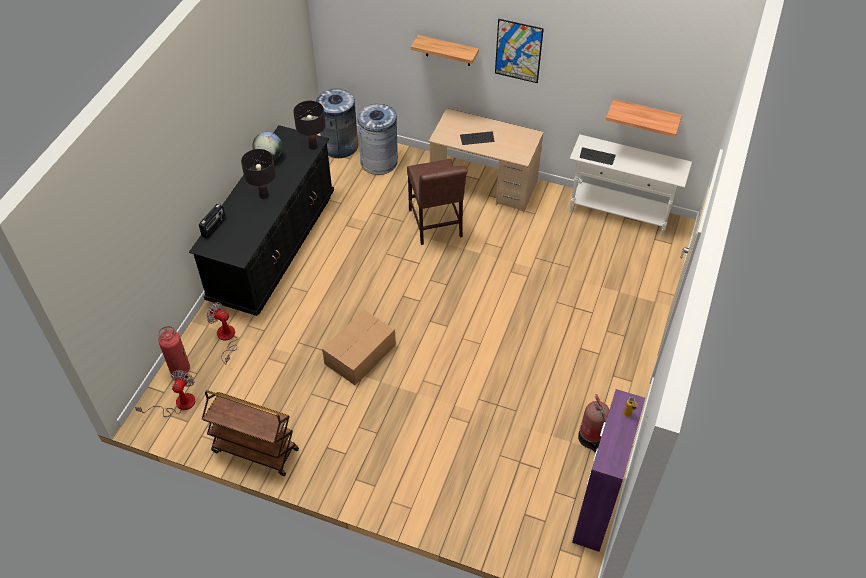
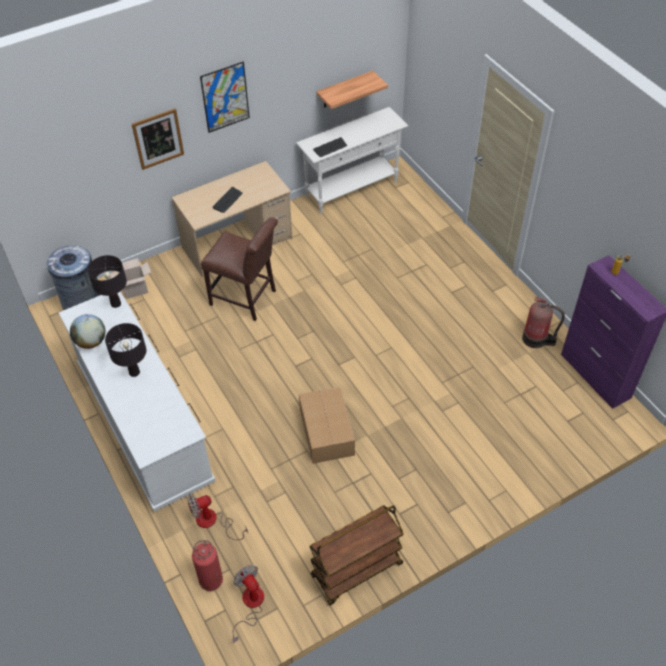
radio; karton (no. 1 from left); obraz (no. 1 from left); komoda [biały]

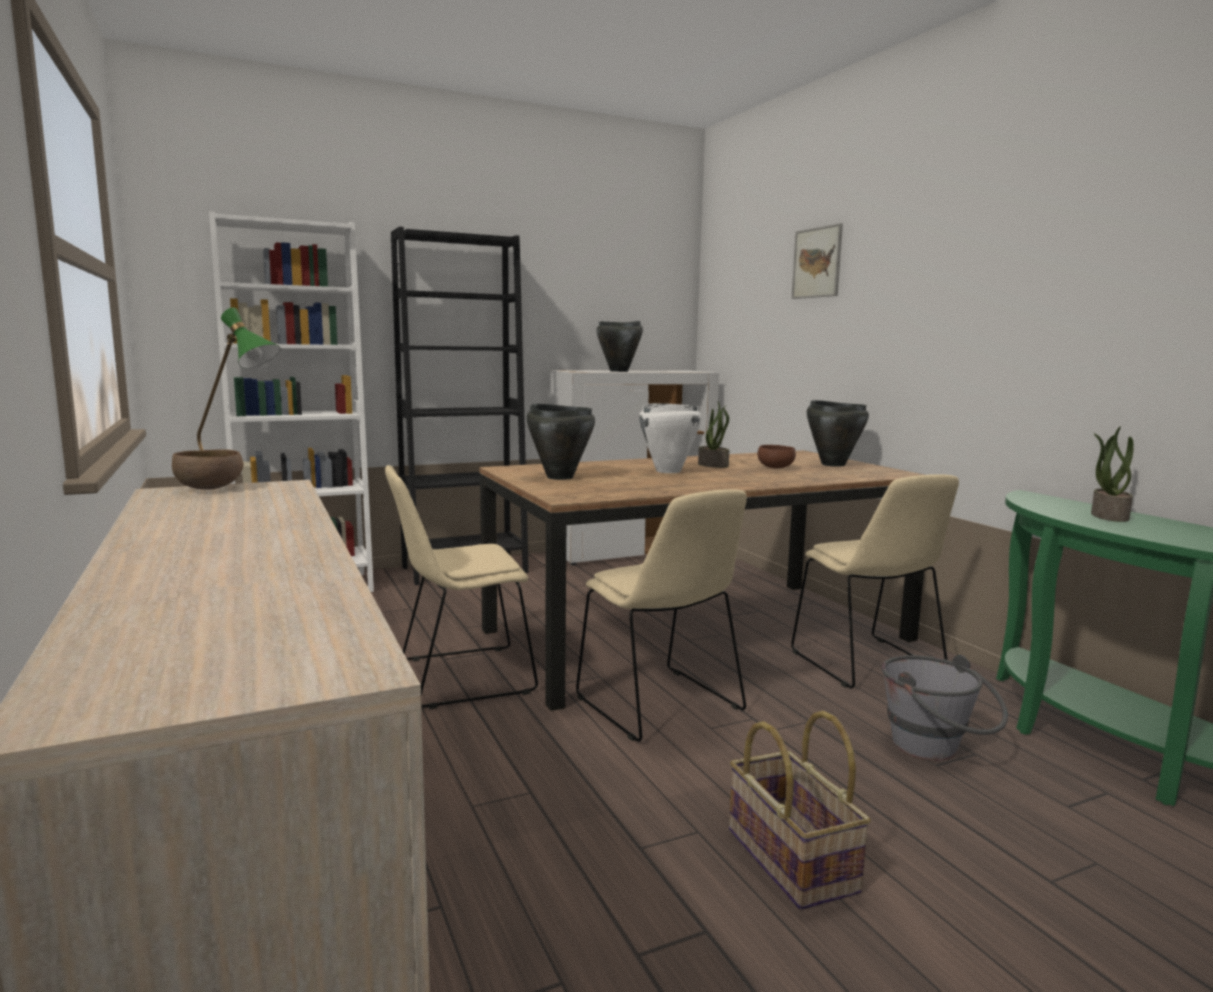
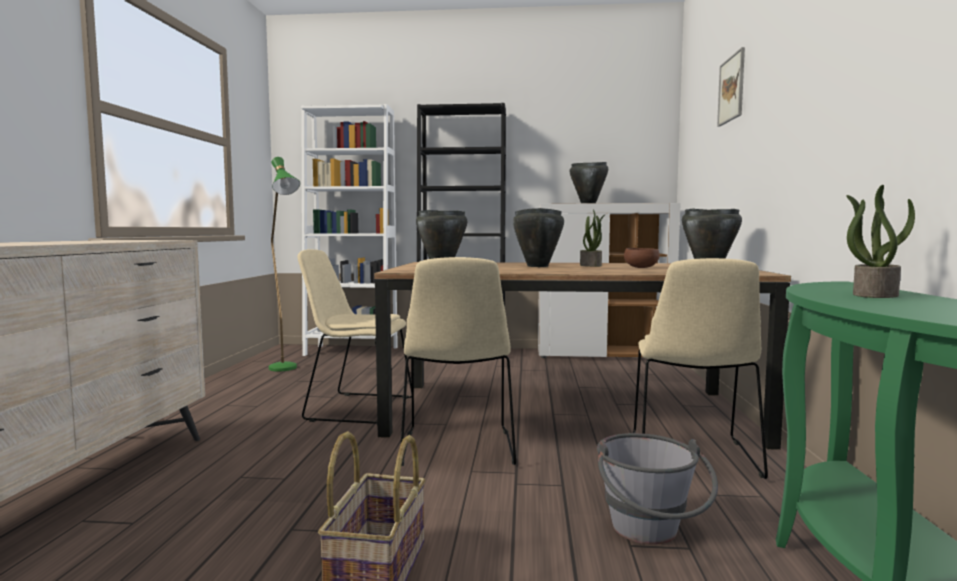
miska [brązowy] (no. 1 from left in the first image); garnek [czarny] (no. 2 from left)

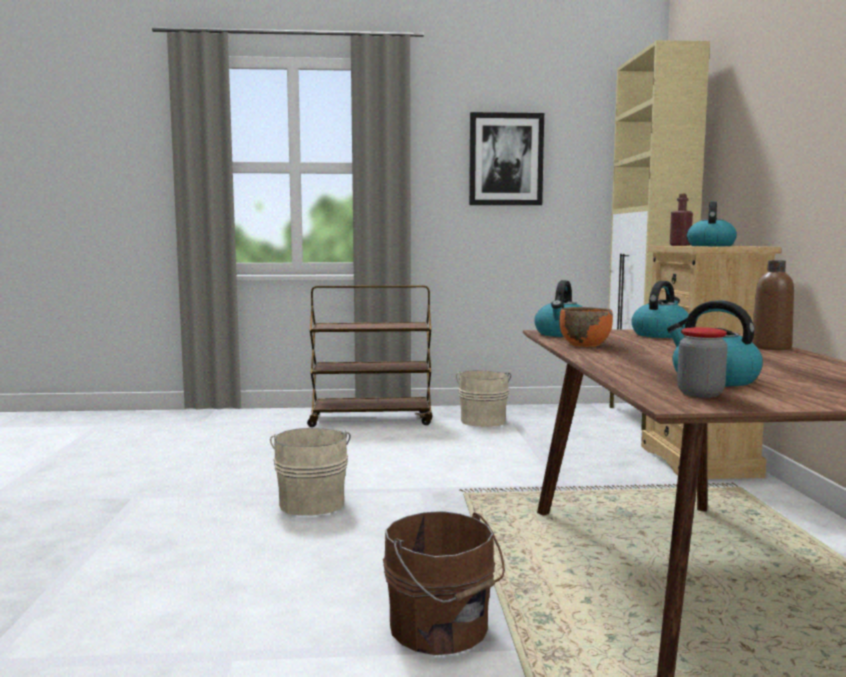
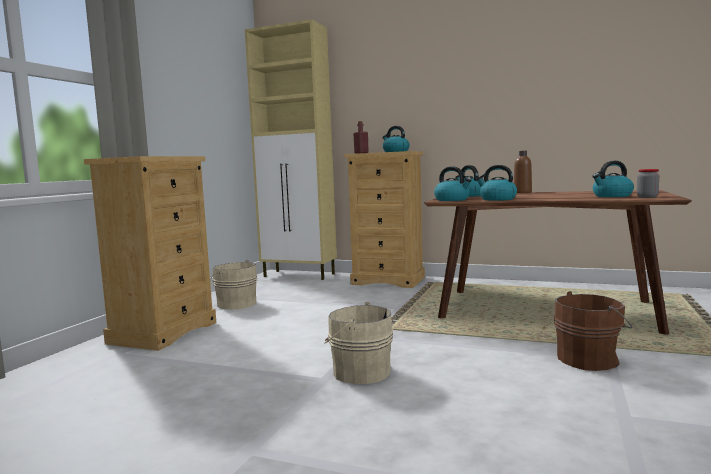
obraz; komoda [beżowy] (no. 1 from left); czajnik (no. 4 from left)

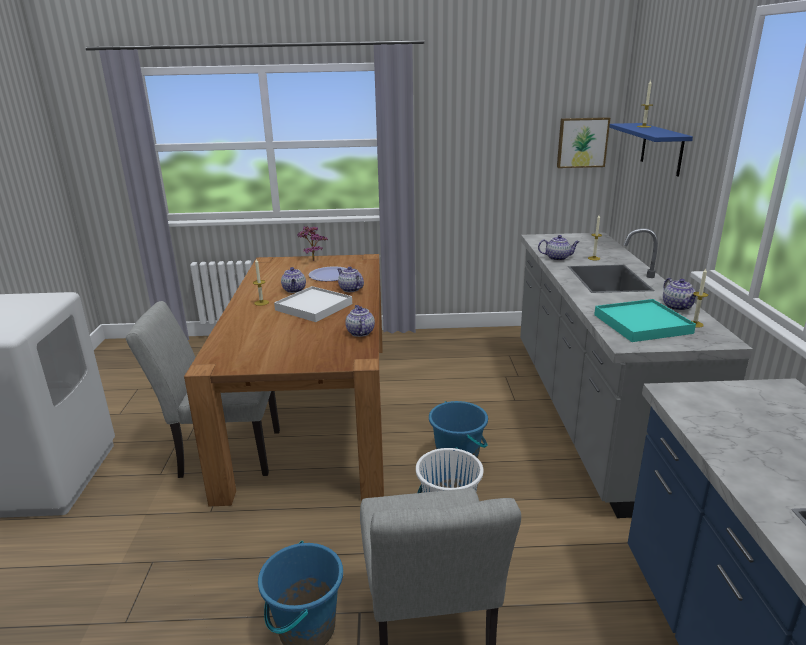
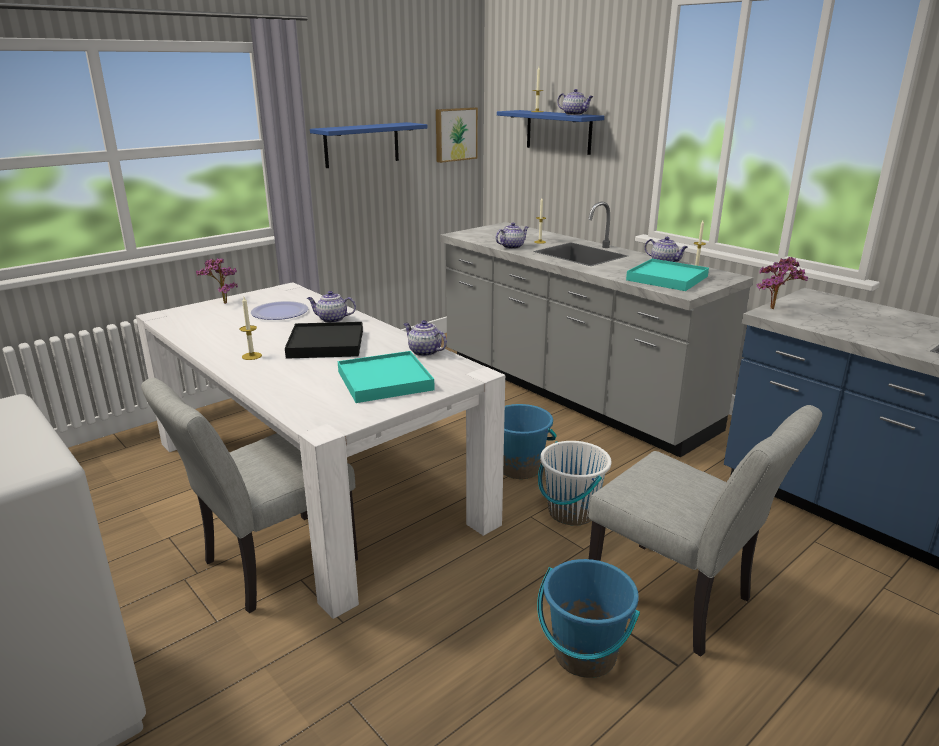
półka [niebieski] (no. 1 from left); taca [turkusowy] (no. 1 from left); roślina doniczkowa (no. 2 from left); imbryk (no. 4 from left); stół jadalny [biały]; taca [czarny]

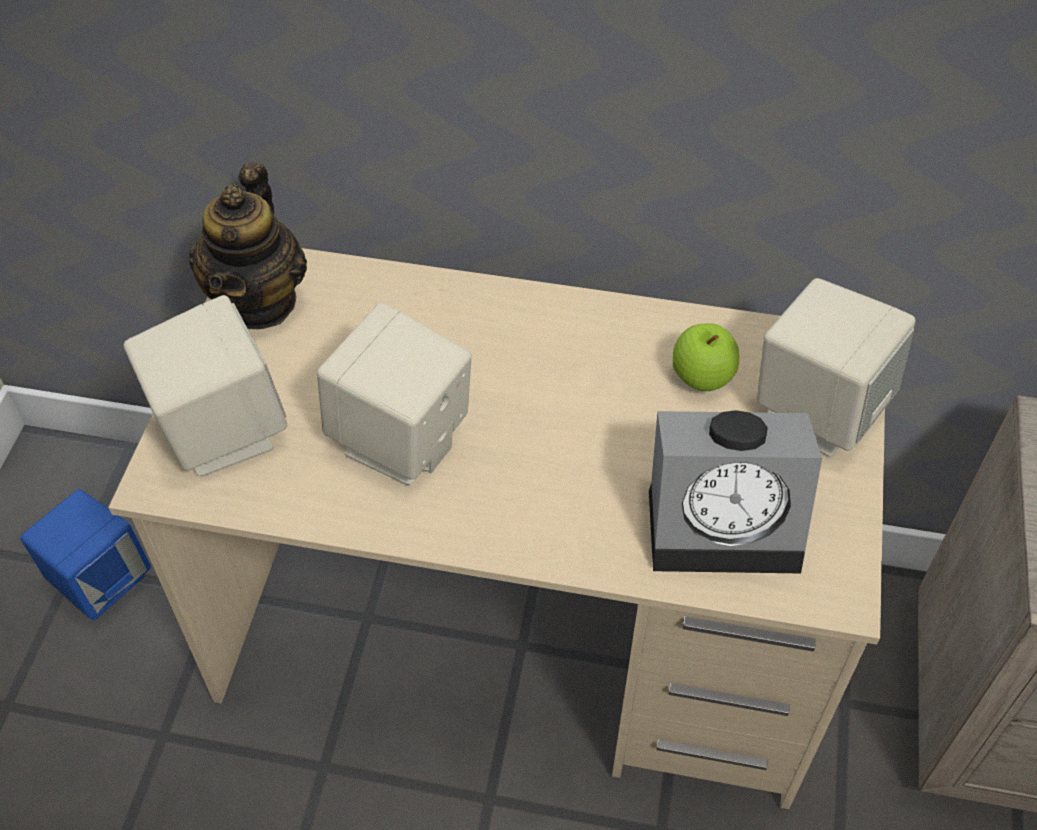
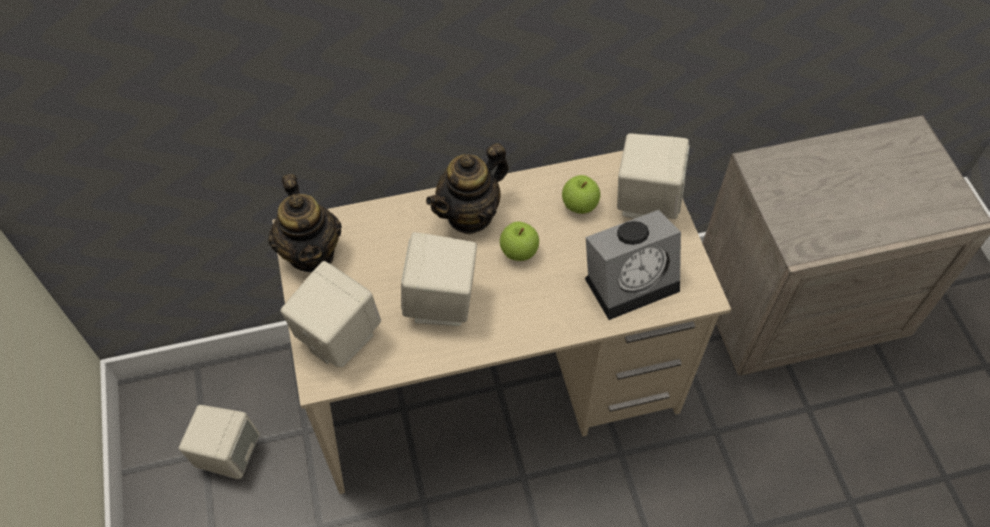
imbryk (no. 2 from left); jabłko (no. 1 from left); głośnik [beżowy] (no. 1 from left)

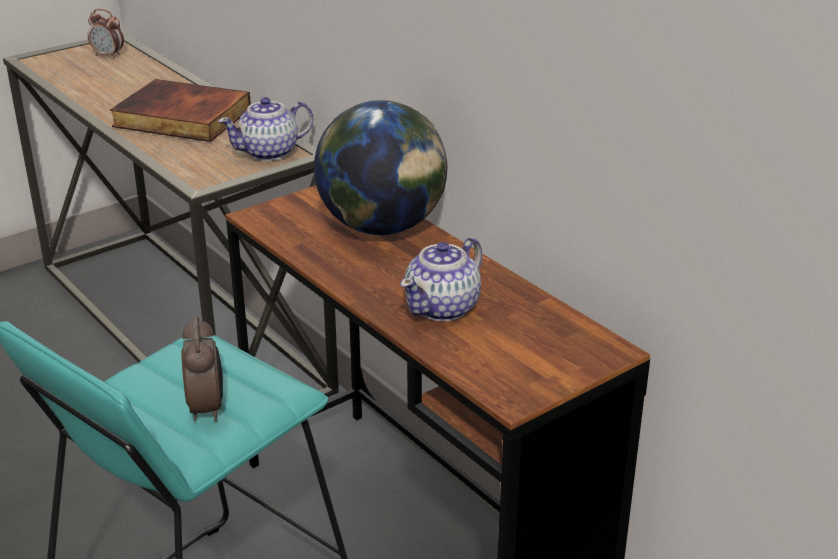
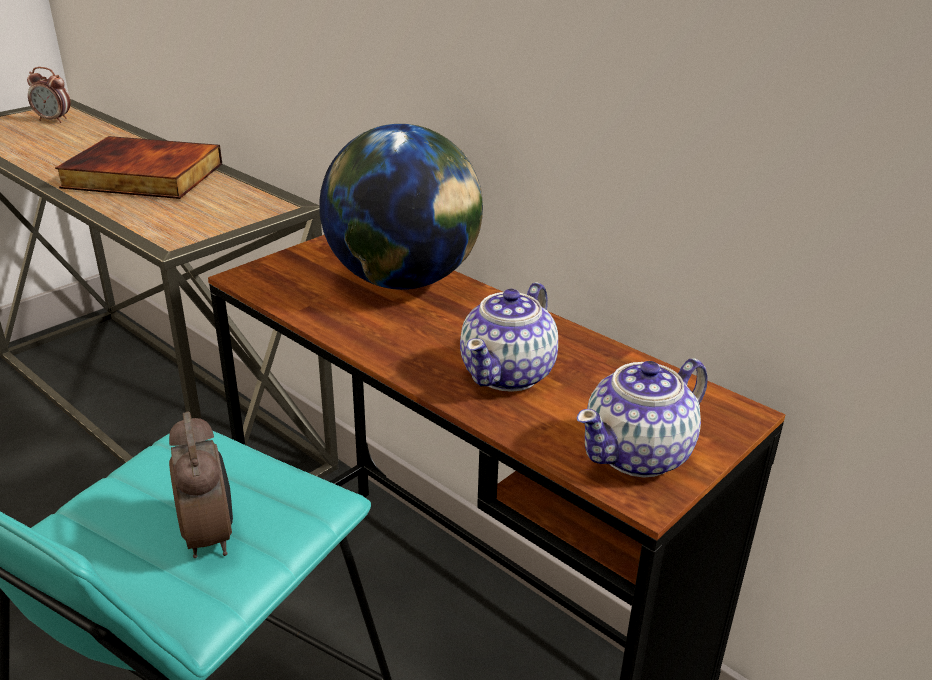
imbryk (no. 2 from left)

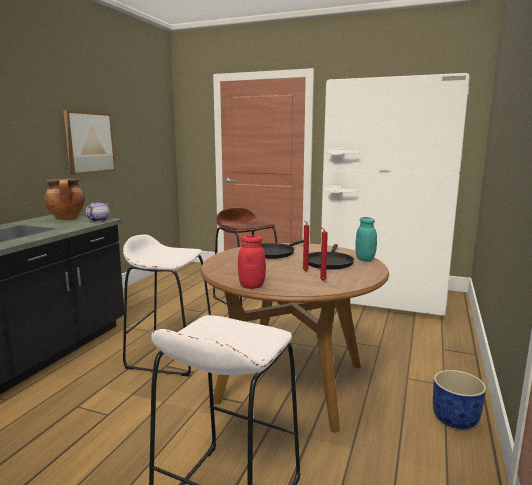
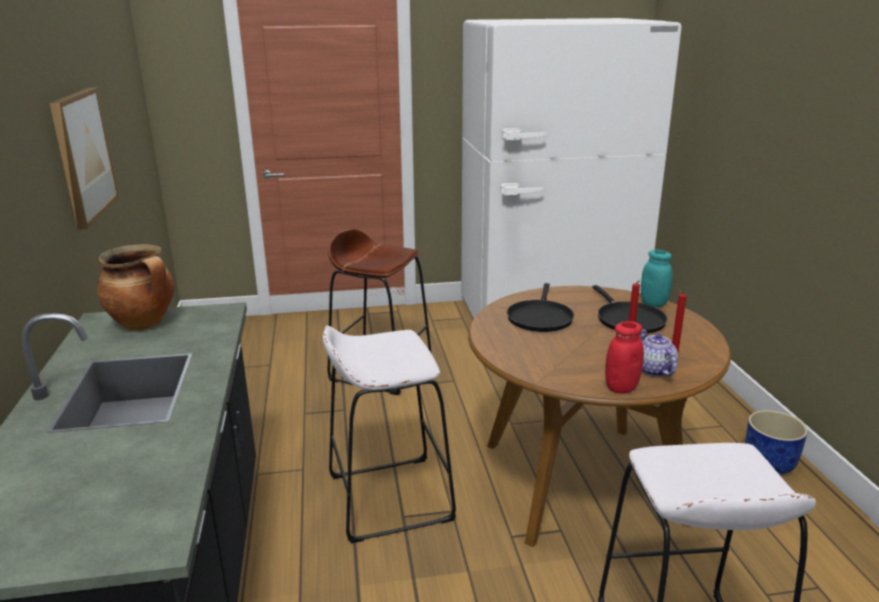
imbryk

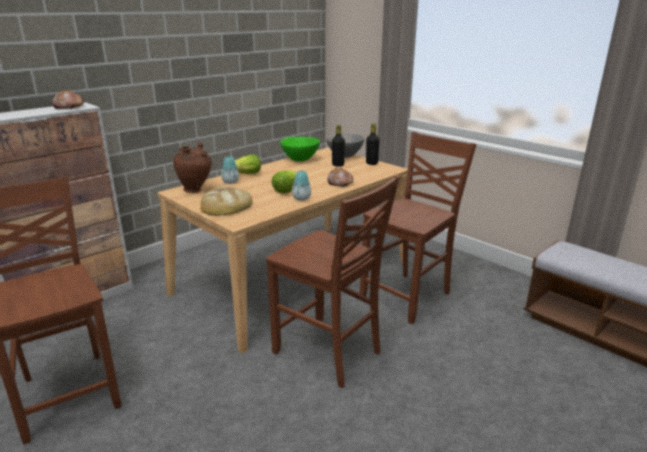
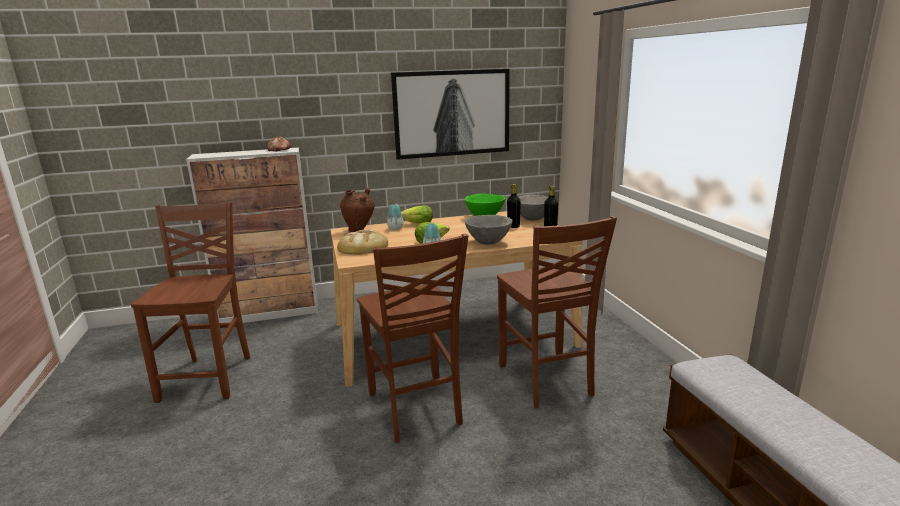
obraz; miska [szary] (no. 1 from left); krzesło [brązowy] (no. 3 from left)

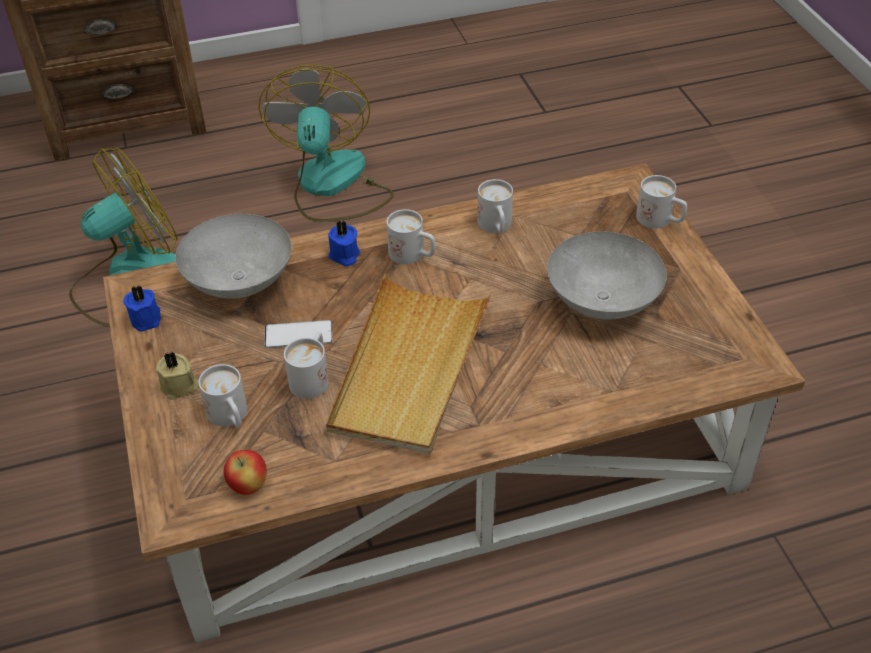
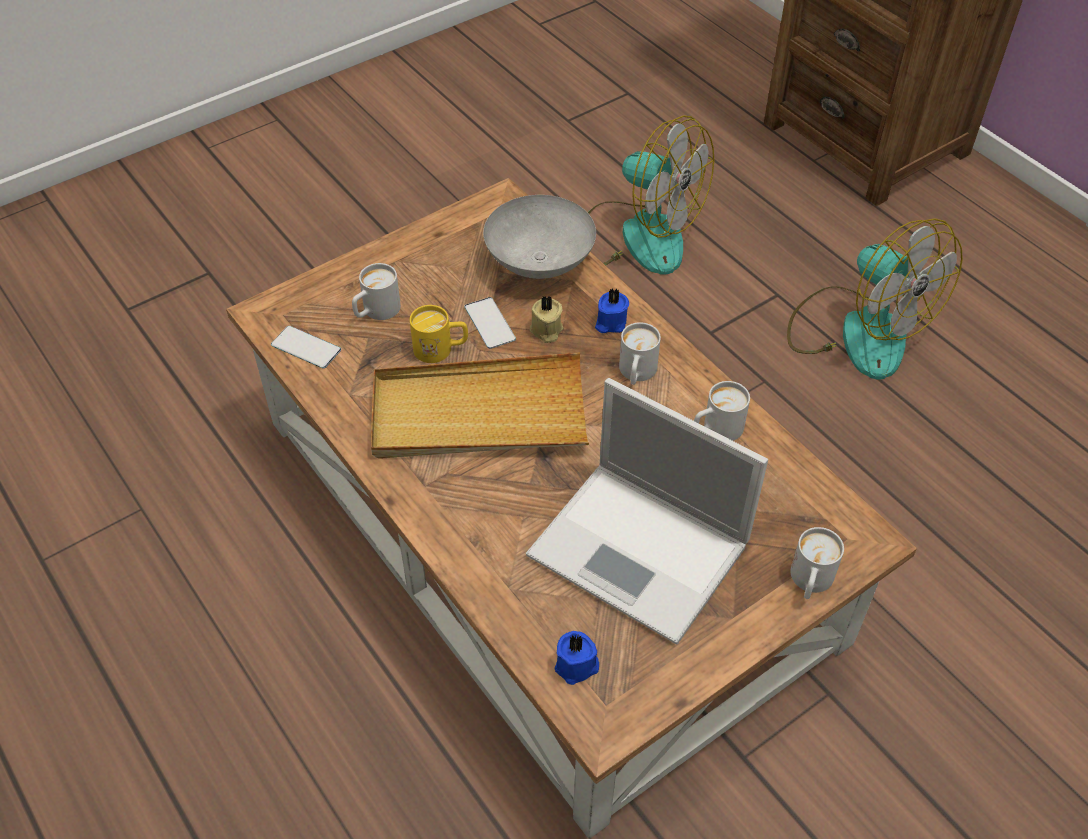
świeca [niebieski] (no. 1 from left); świeca [beżowy]; telefon (no. 1 from left); laptop; kubek [żółty]; wentylator (no. 2 from left)

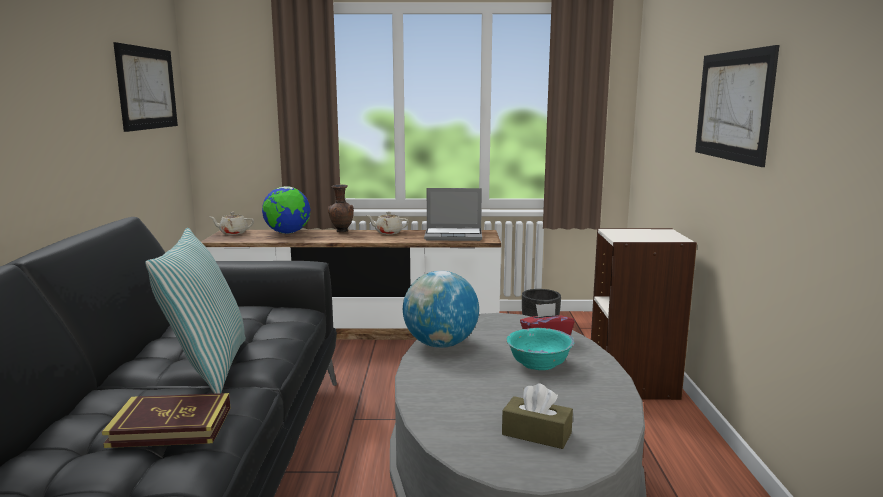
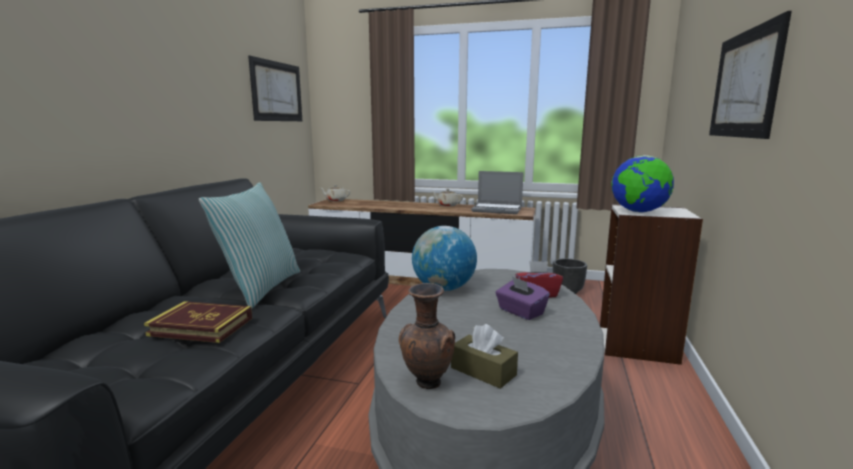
globus (no. 2 from left); wazon [brązowy]; pudełko chusteczek [fioletowy]

